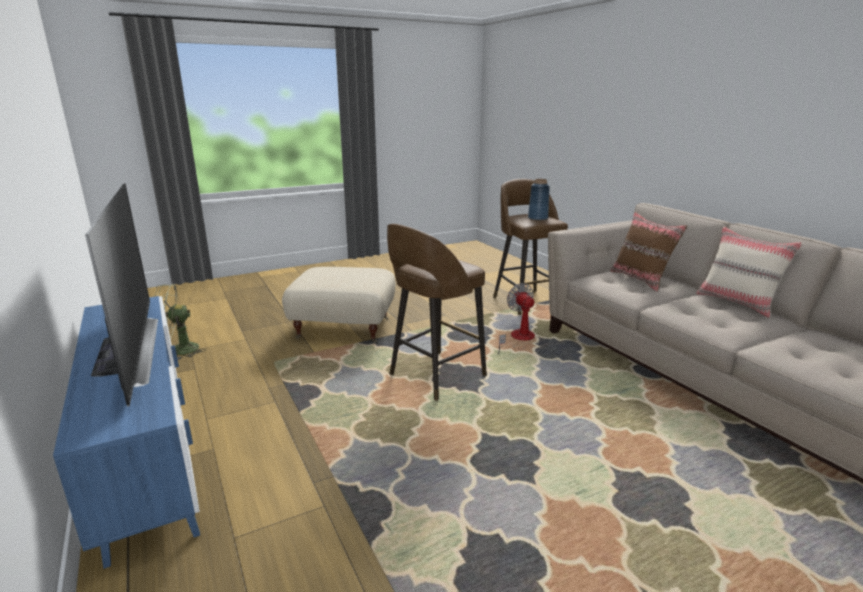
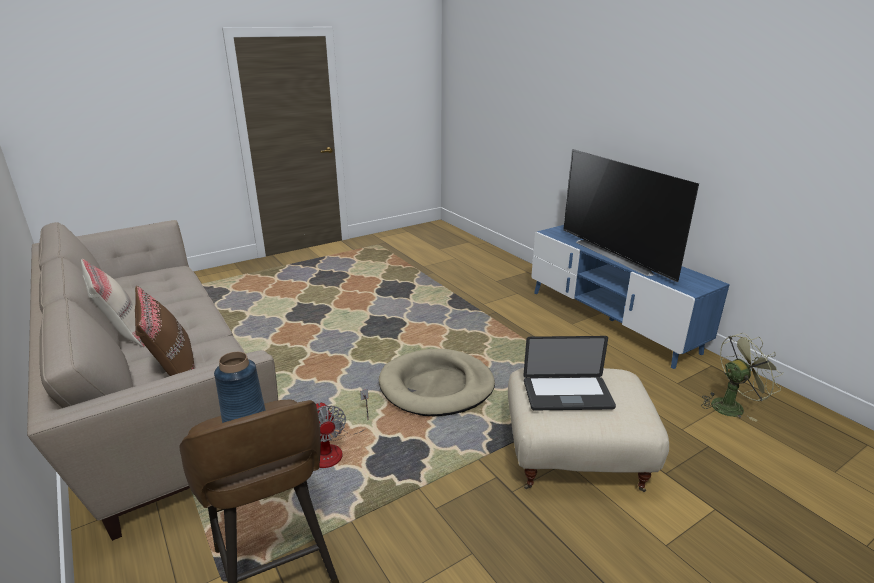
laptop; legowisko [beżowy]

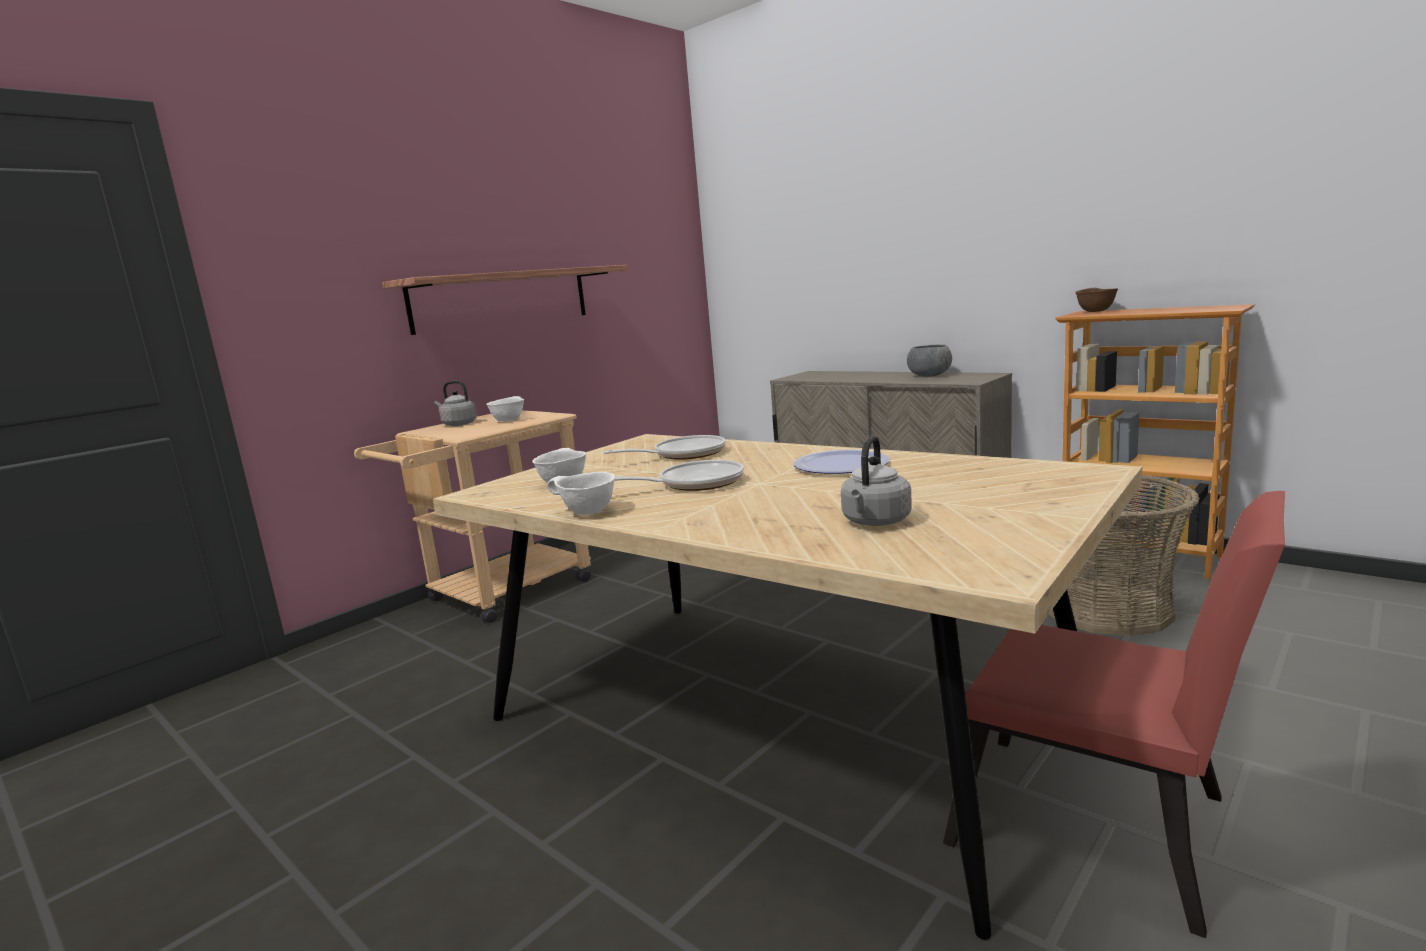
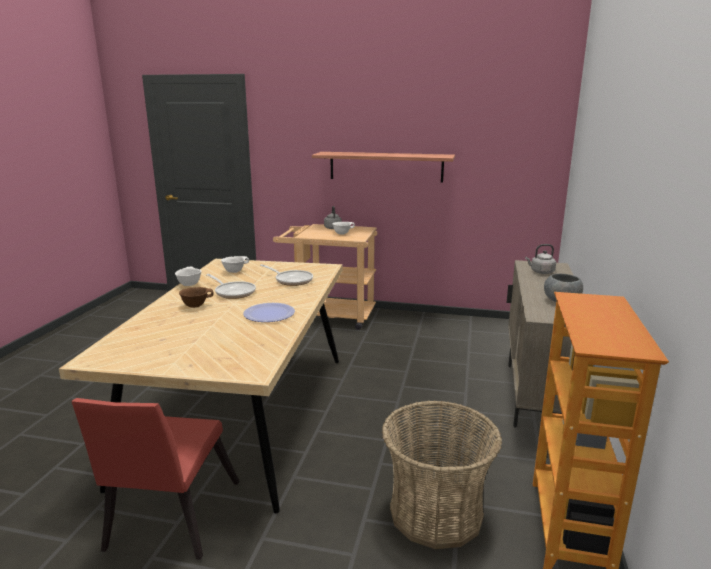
czajnik [szary] (no. 2 from left); miska [brązowy]

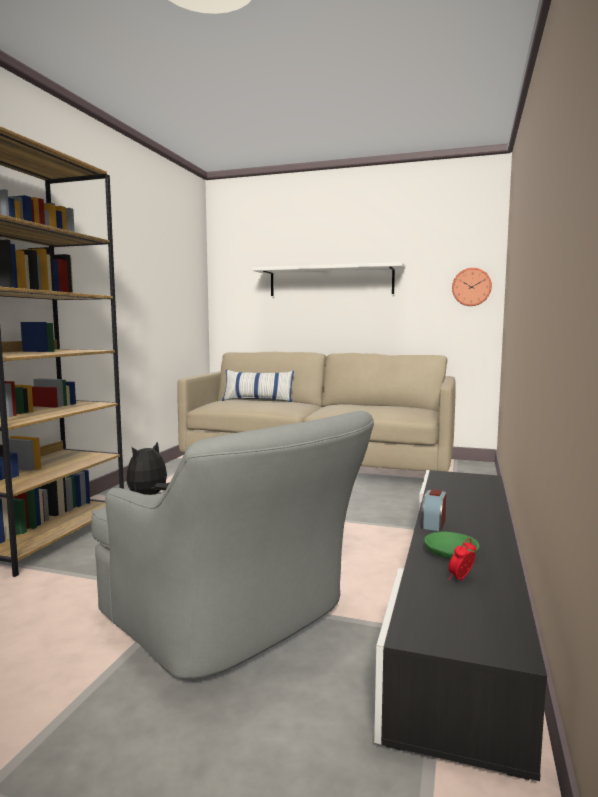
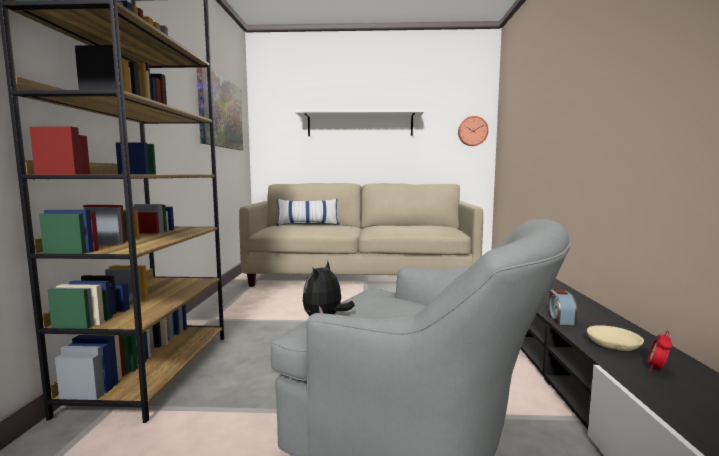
obraz; miska [beżowy]

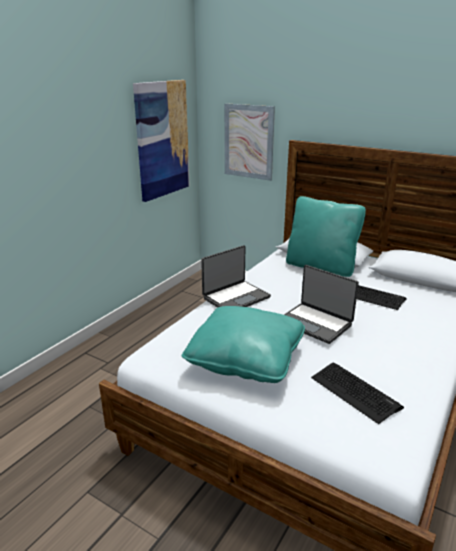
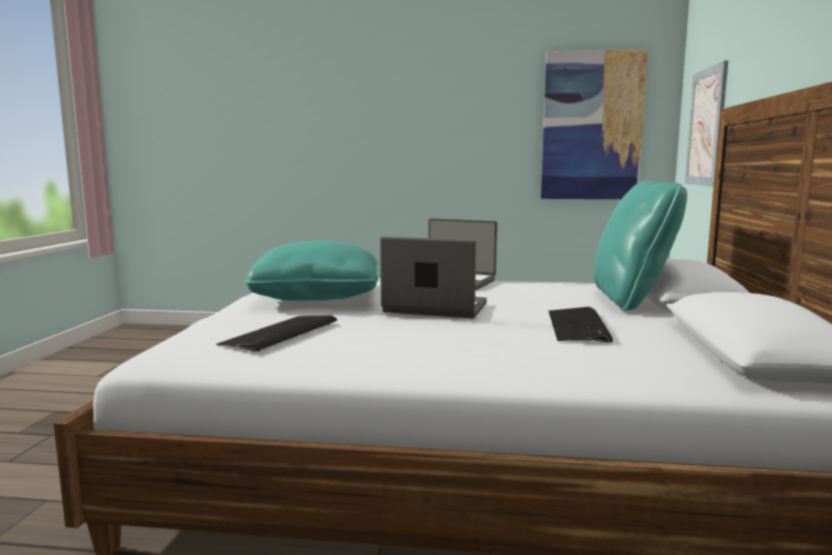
laptop (no. 1 from left)

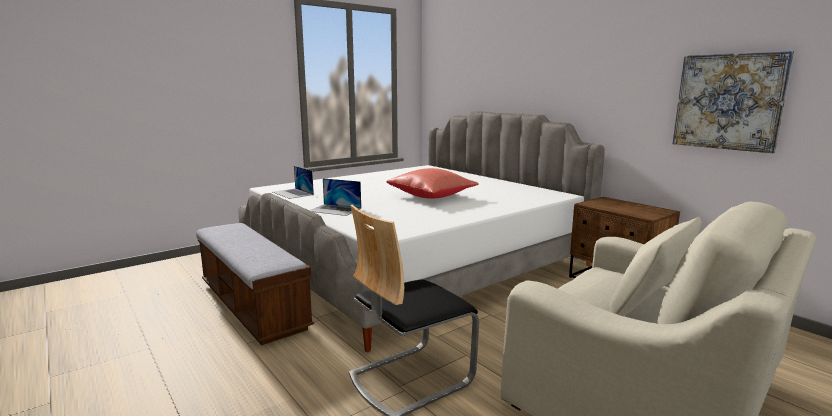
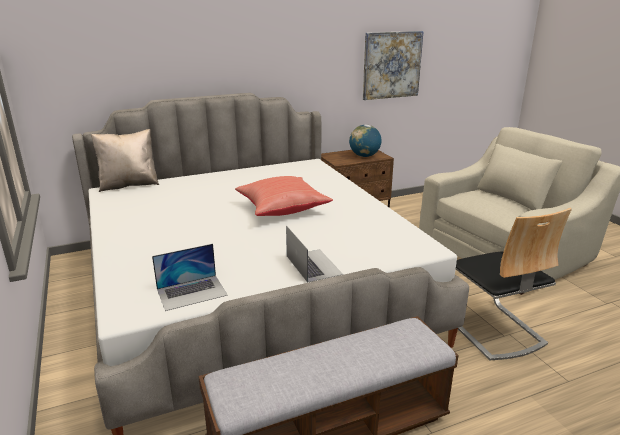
poduszka [beżowy]; globus; laptop (no. 2 from left)

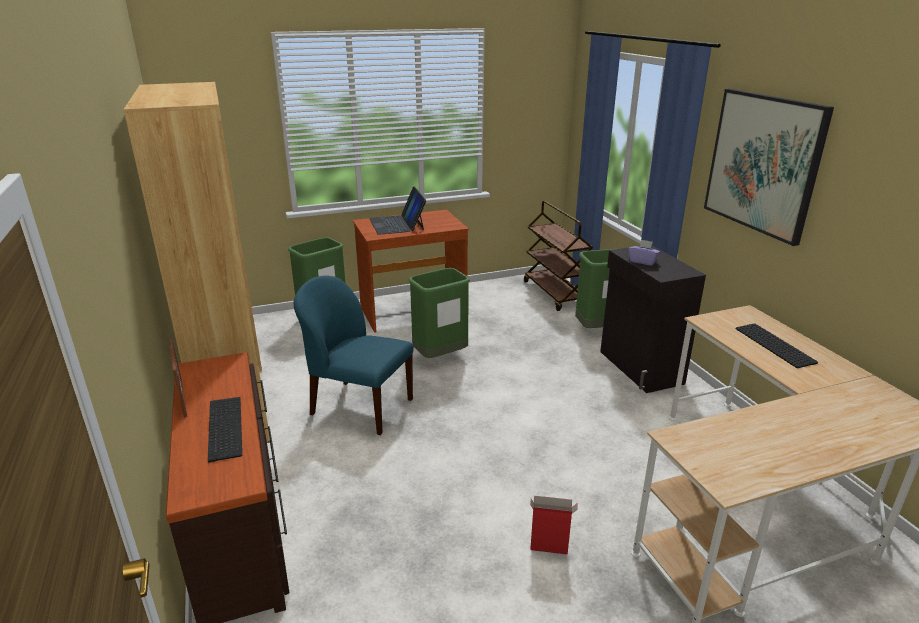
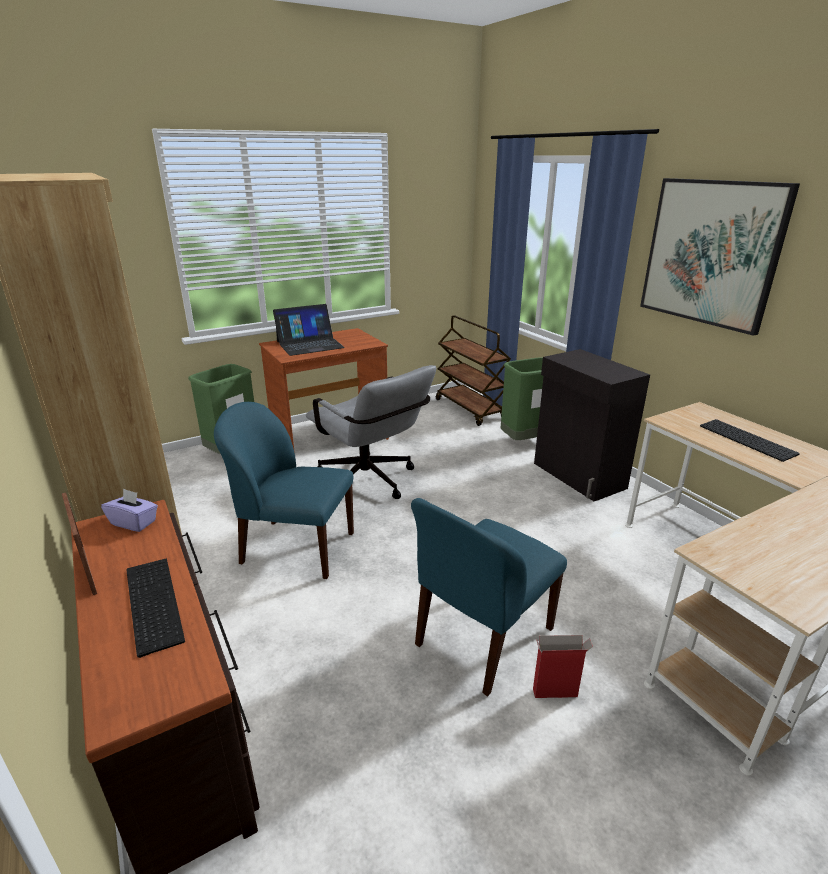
krzesło [niebieski] (no. 2 from left); pudełko chusteczek [fioletowy]; krzesło biurowe [szary]; laptop

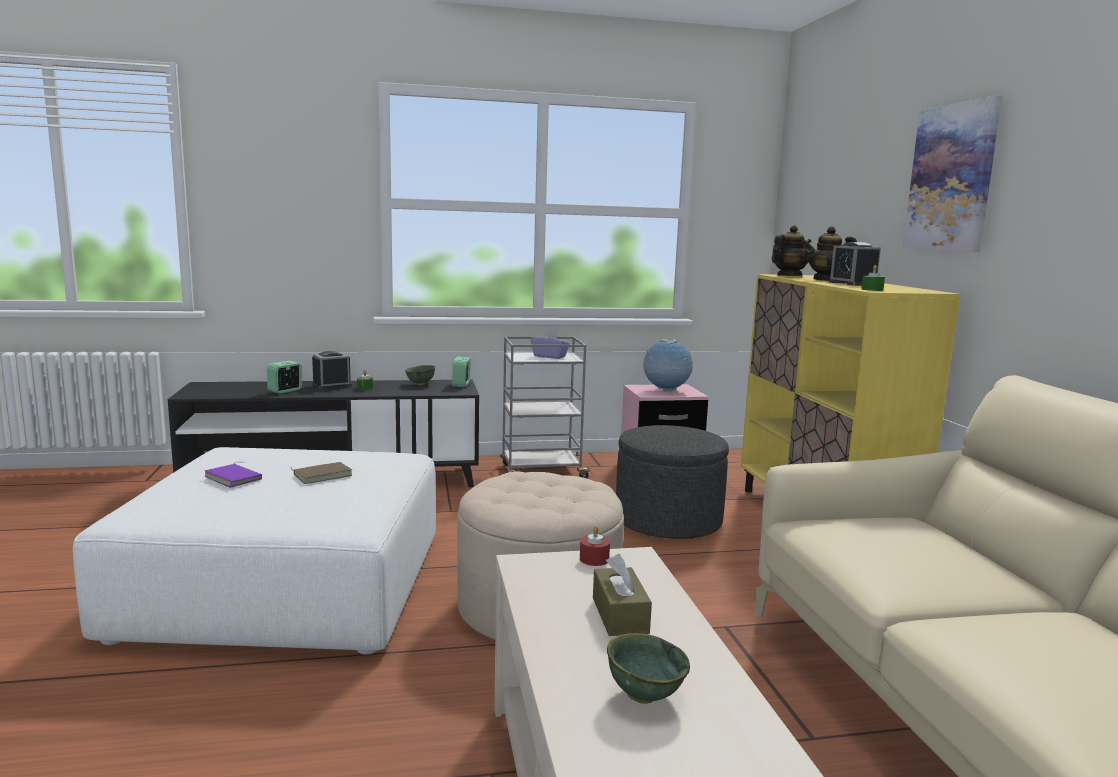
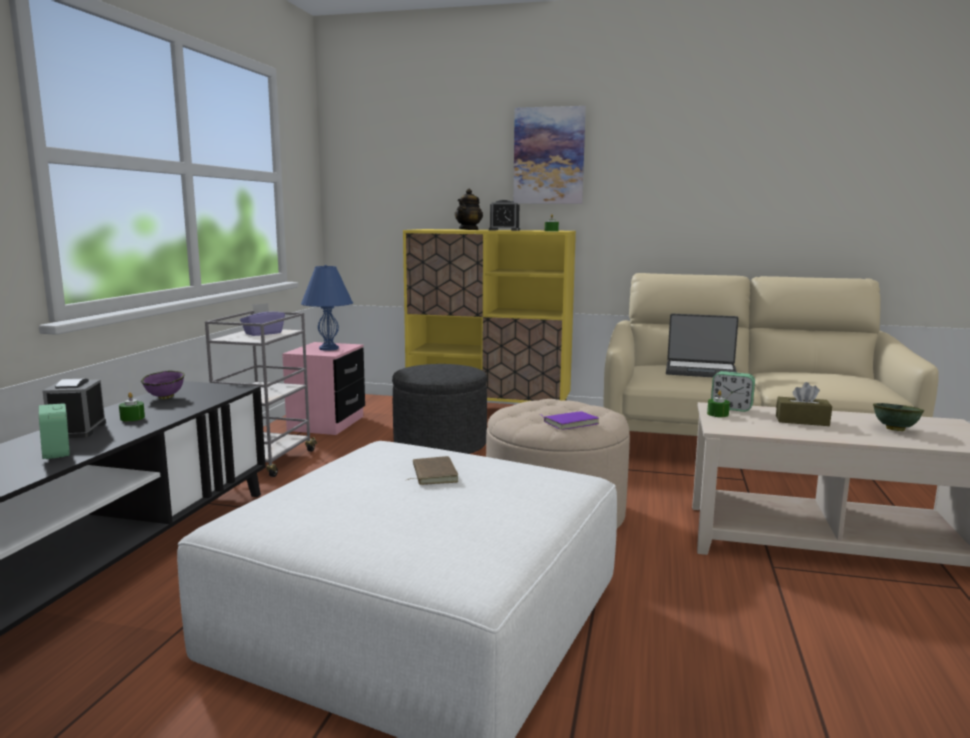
imbryk (no. 1 from left in the first image); laptop; książka [fioletowy]; budzik (no. 4 from left); lampa stołowa [niebieski]; miska [fioletowy]; świeca [zielony] (no. 3 from left)

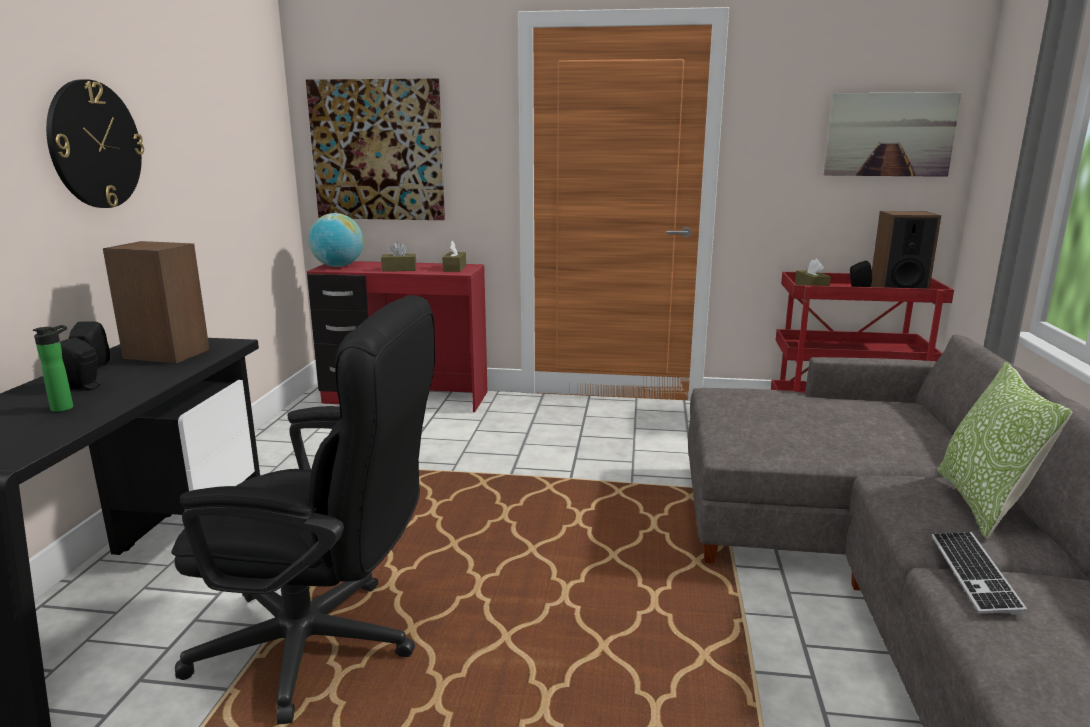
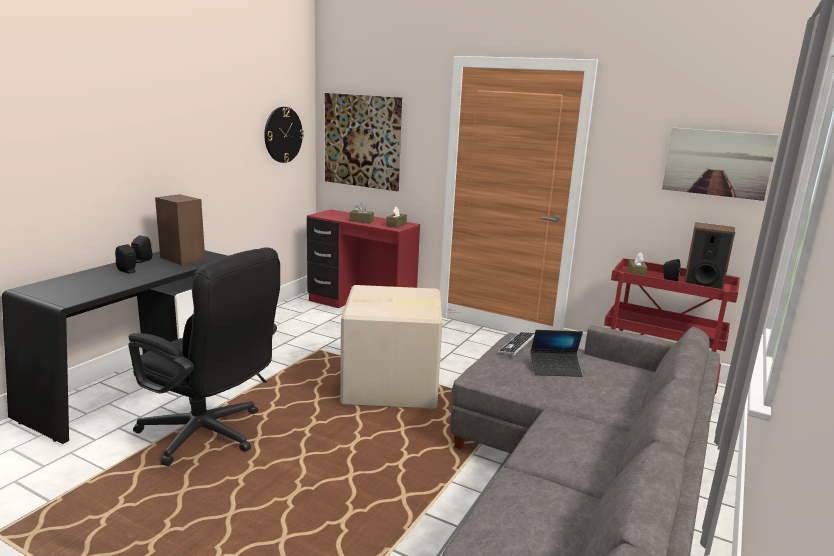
butelka; globus; poduszka; karton; laptop; zegar ścienny; klawiatura

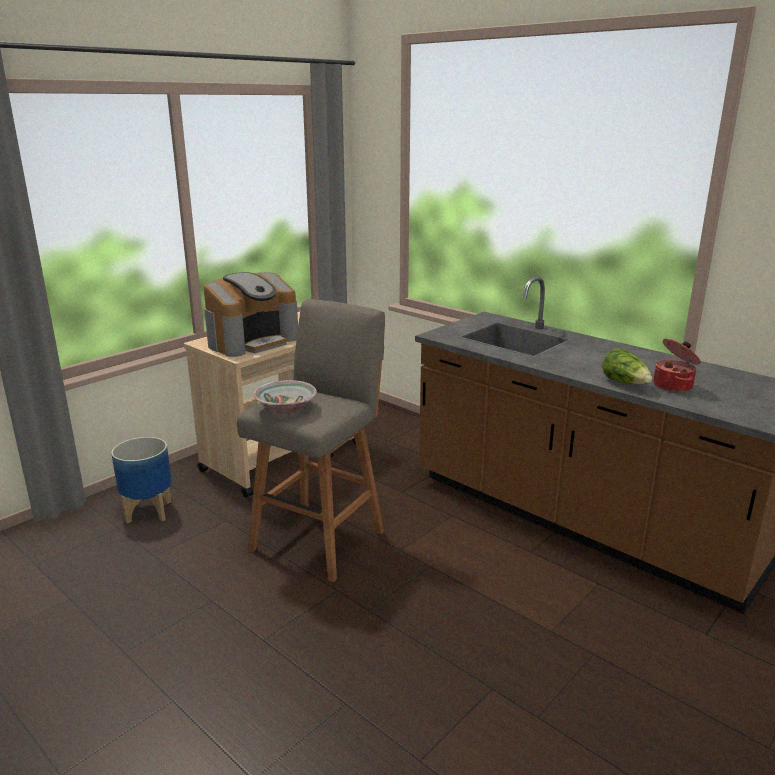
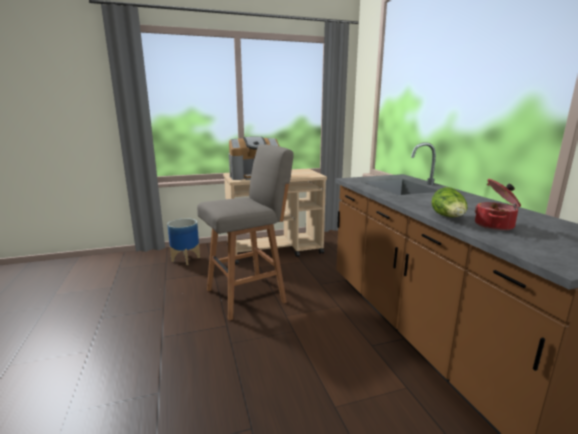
miska

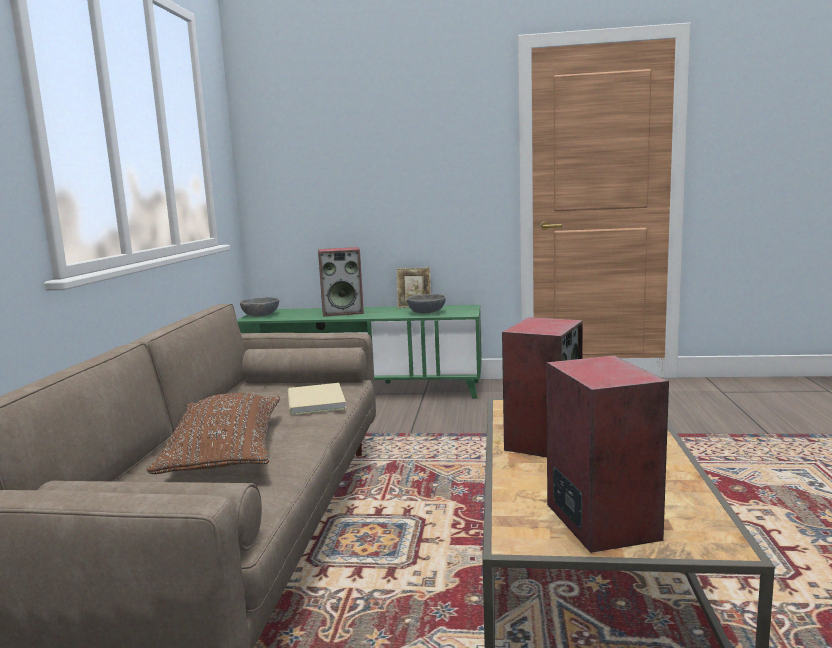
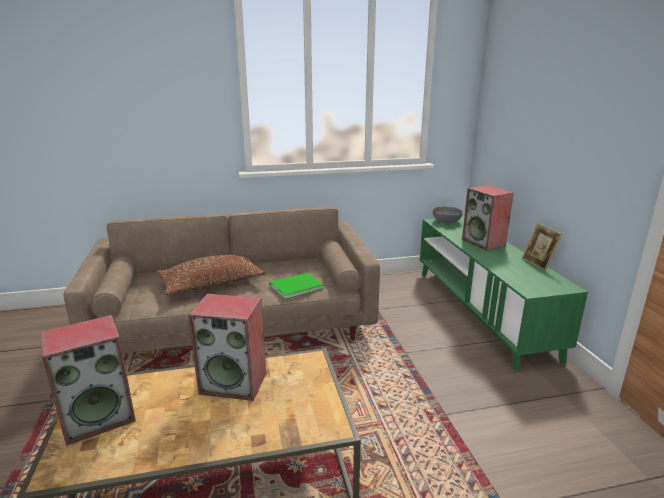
miska [szary] (no. 2 from left in the first image); książka [zielony]

